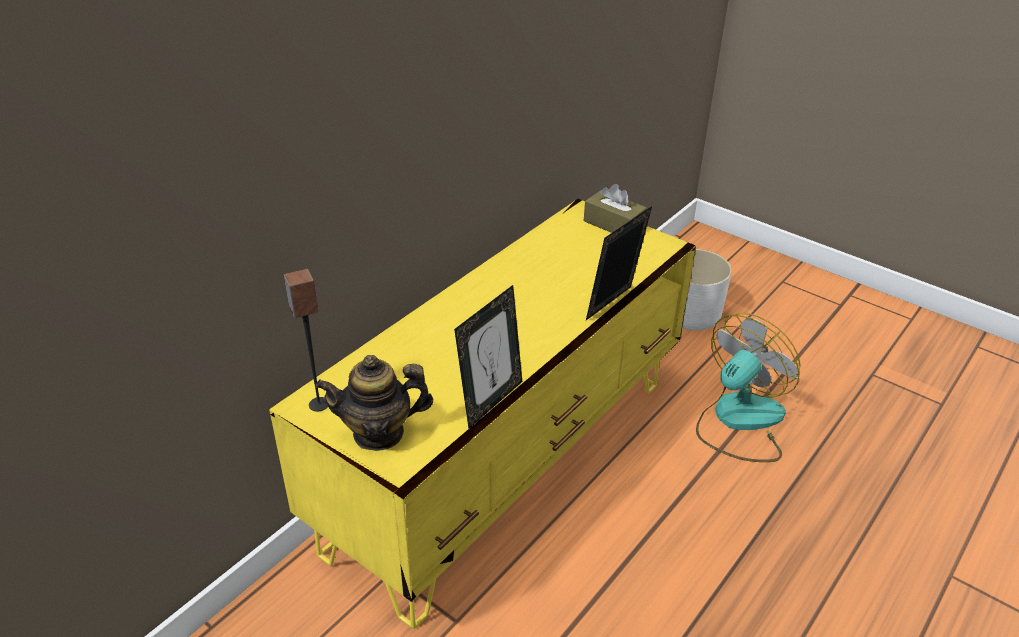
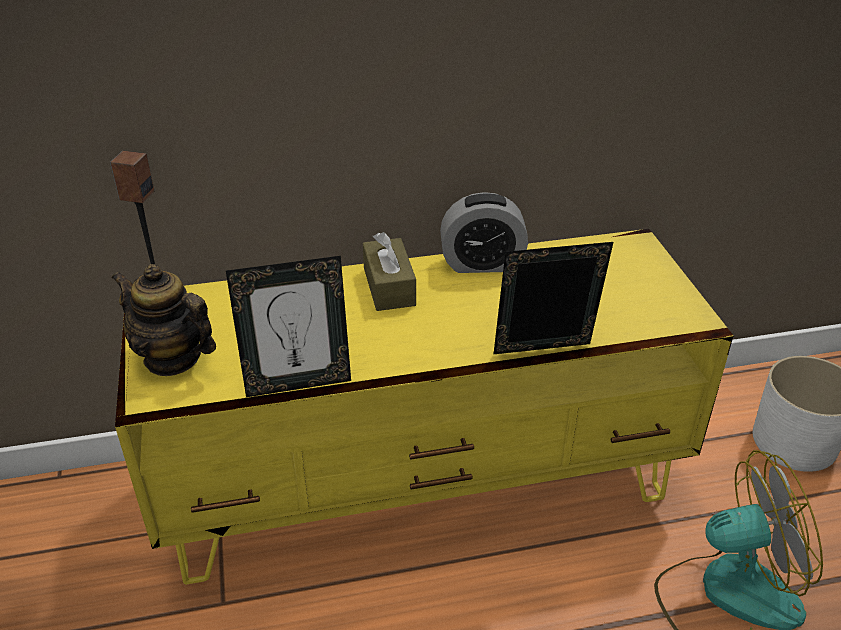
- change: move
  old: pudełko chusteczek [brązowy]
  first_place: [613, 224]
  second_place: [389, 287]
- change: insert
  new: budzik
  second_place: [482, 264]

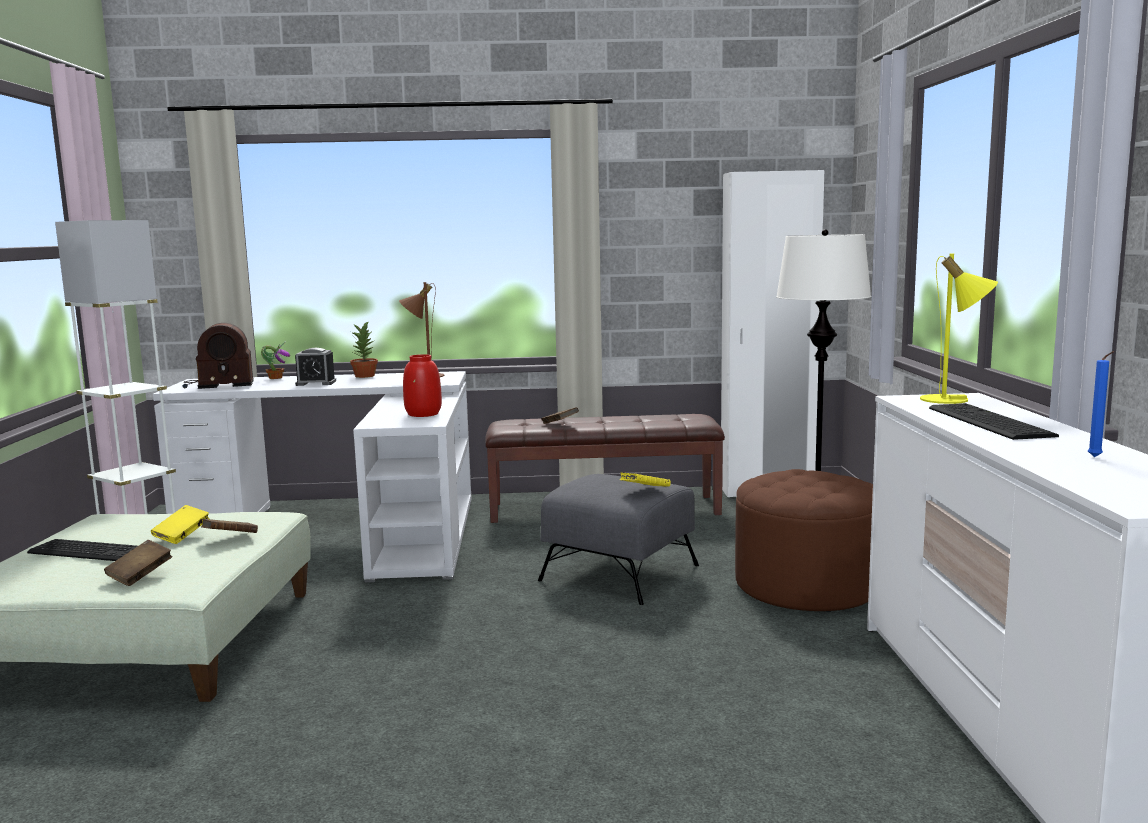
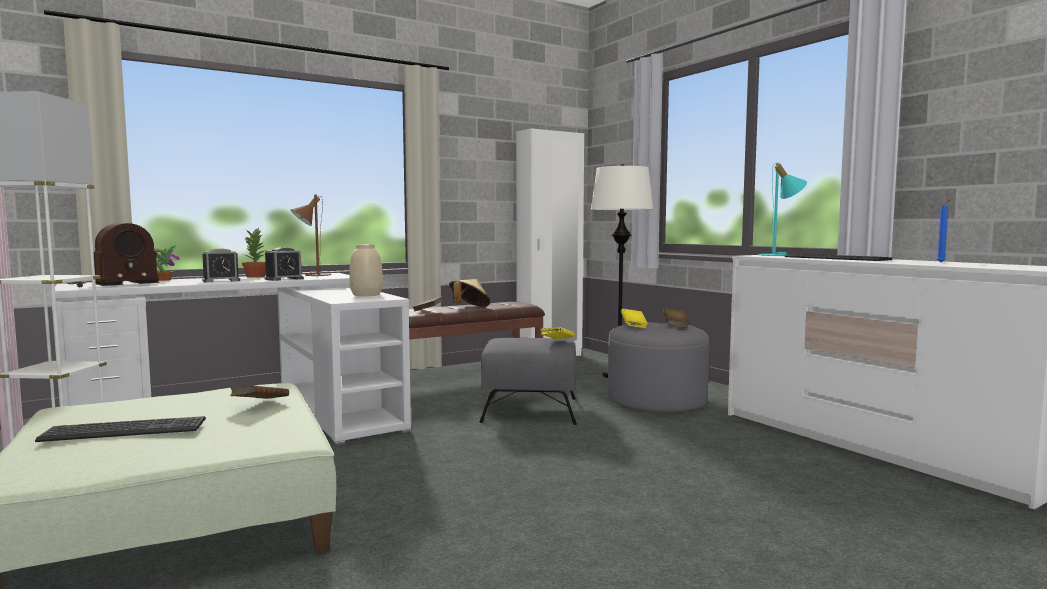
- change: move
  old: książka [brązowy]
  first_place: [140, 576]
  second_place: [675, 325]
- change: move
  old: książka [żółty]
  first_place: [182, 536]
  second_place: [633, 326]
- change: recolor
  old: wazon [czerwony]
  new: wazon [beżowy]
  first_place: [423, 414]
  second_place: [367, 295]
- change: recolor
  old: pufa [brązowy]
  new: pufa [szary]
  first_place: [806, 585]
  second_place: [656, 400]
- change: recolor
  old: lampa stołowa [żółty]
  new: lampa stołowa [turkusowy]
  first_place: [953, 400]
  second_place: [780, 255]
- change: insert
  new: budzik
  second_place: [284, 279]
- change: insert
  new: kapelusz [beżowy]
  second_place: [469, 307]

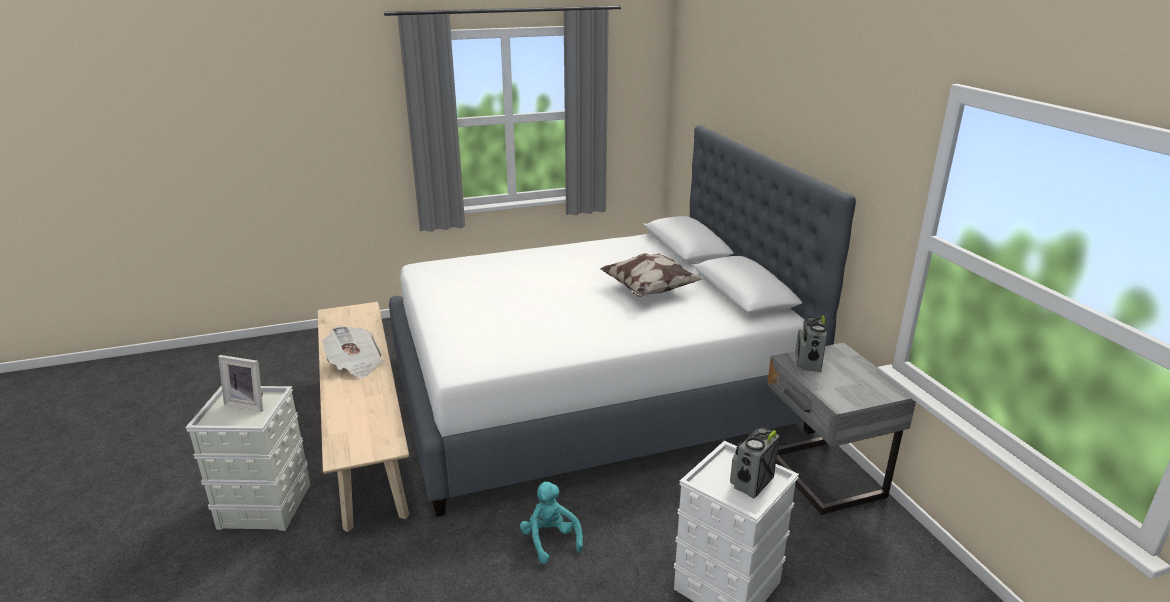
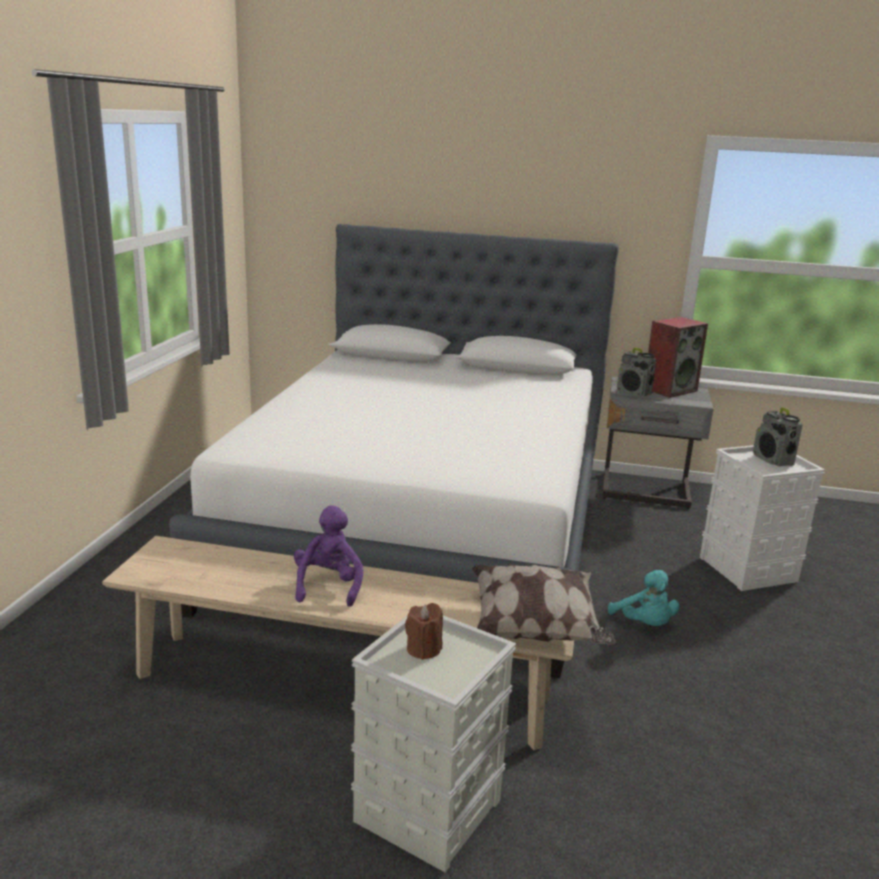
- change: replace
  old: ramka na zdjęcie
  new: świeca [brązowy]
  first_place: [249, 403]
  second_place: [423, 649]
- change: replace
  old: gazeta
  new: pluszak [fioletowy]
  first_place: [355, 365]
  second_place: [328, 586]
- change: rotate
  old: pluszak [turkusowy]
  first_place: [550, 540]
  second_place: [644, 624]
  degrees: -120
- change: move
  old: poduszka
  first_place: [649, 291]
  second_place: [535, 629]
- change: insert
  new: głośnik
  second_place: [670, 389]

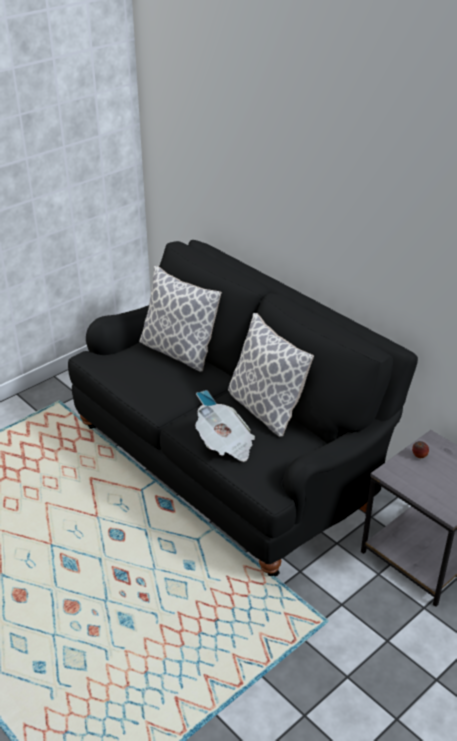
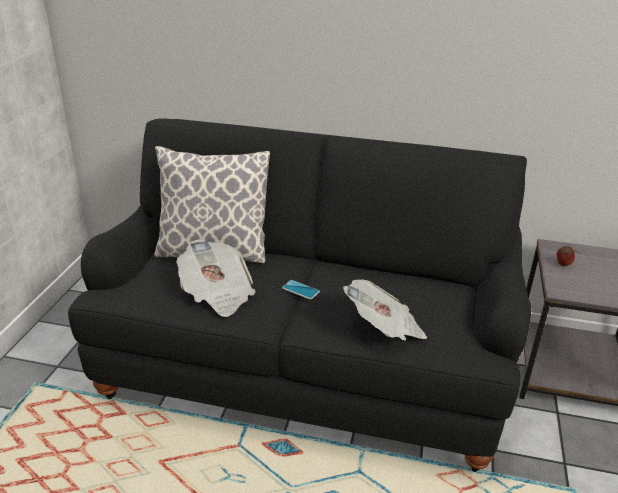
- change: delete
  old: poduszka
  first_place: [265, 408]
- change: insert
  new: gazeta
  second_place: [217, 294]

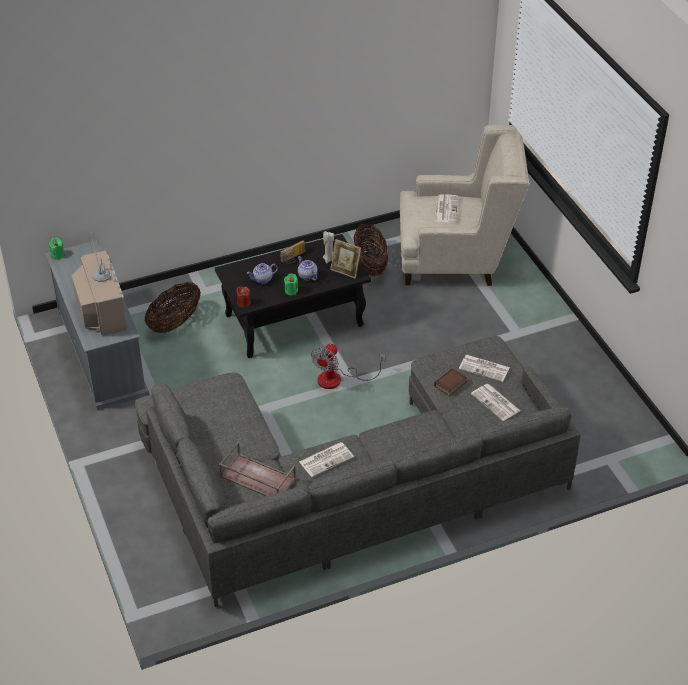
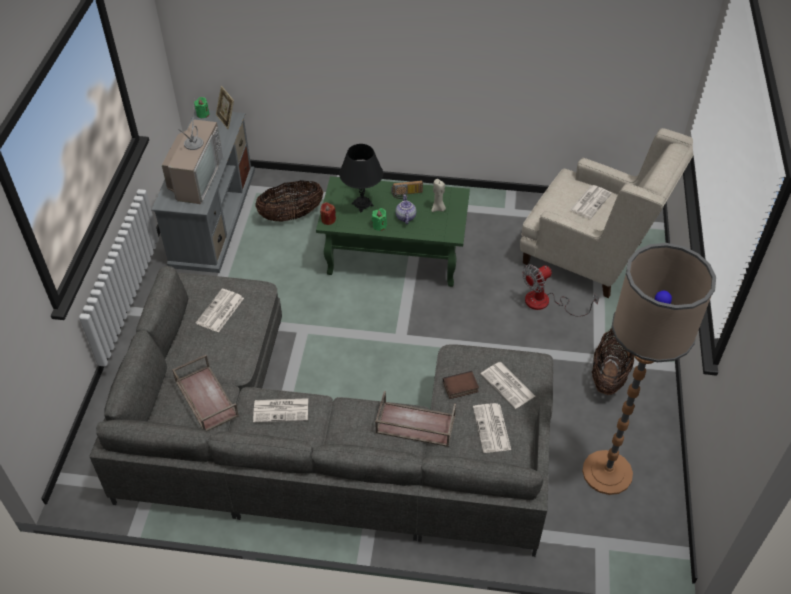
- change: recolor
  old: ława [czarny]
  new: ława [zielony]
  first_place: [293, 320]
  second_place: [393, 255]
- change: replace
  old: imbryk
  new: lampa stołowa [czarny]
  first_place: [262, 280]
  second_place: [362, 205]
- change: move
  old: wentylator
  first_place: [338, 379]
  second_place: [546, 303]
- change: move
  old: ramka na zdjęcie
  first_place: [345, 271]
  second_place: [226, 120]
- change: move
  old: koszyk
  first_place: [370, 265]
  second_place: [609, 375]
- change: insert
  new: gazeta
  second_place: [220, 311]
- change: insert
  new: taca [brązowy]
  second_place: [414, 425]
- change: insert
  new: lampa stojąca
  second_place: [607, 473]

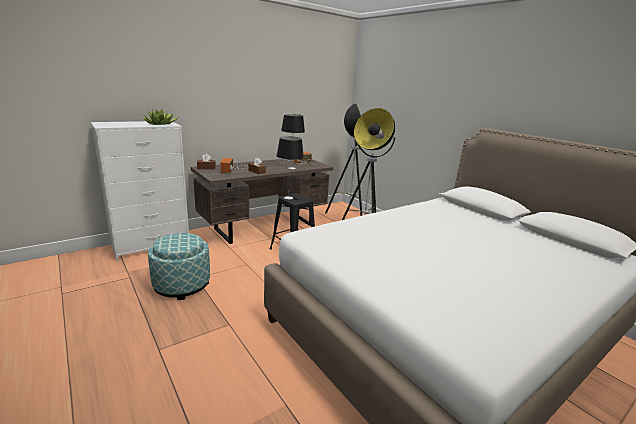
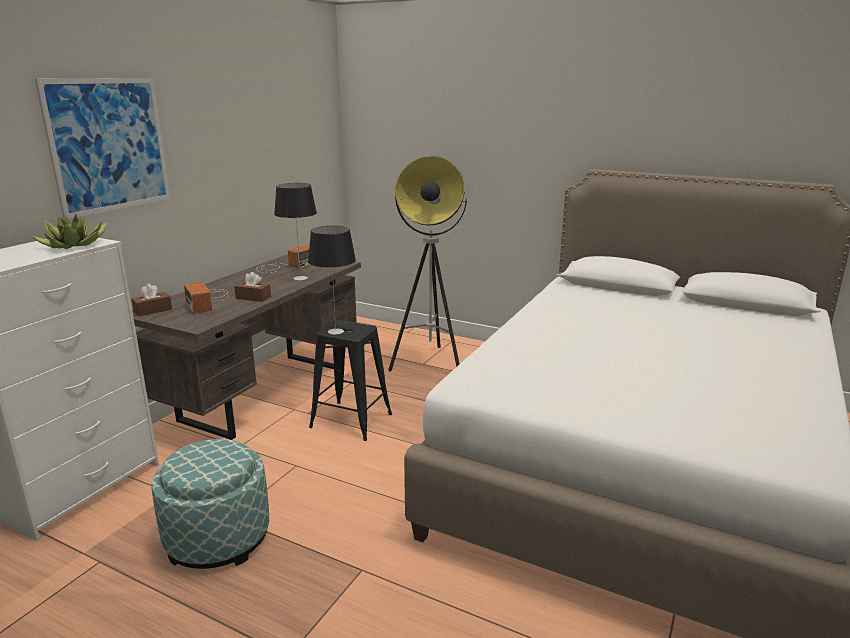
- change: delete
  old: lampa stojąca
  first_place: [348, 215]
- change: insert
  new: obraz
  second_place: [109, 145]

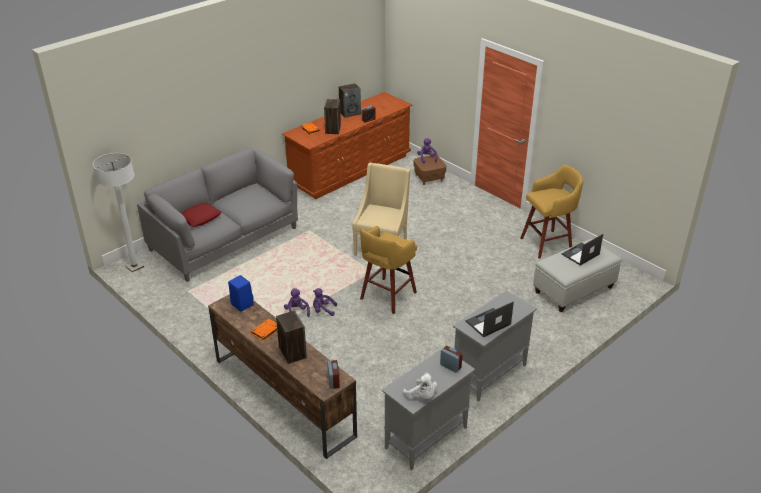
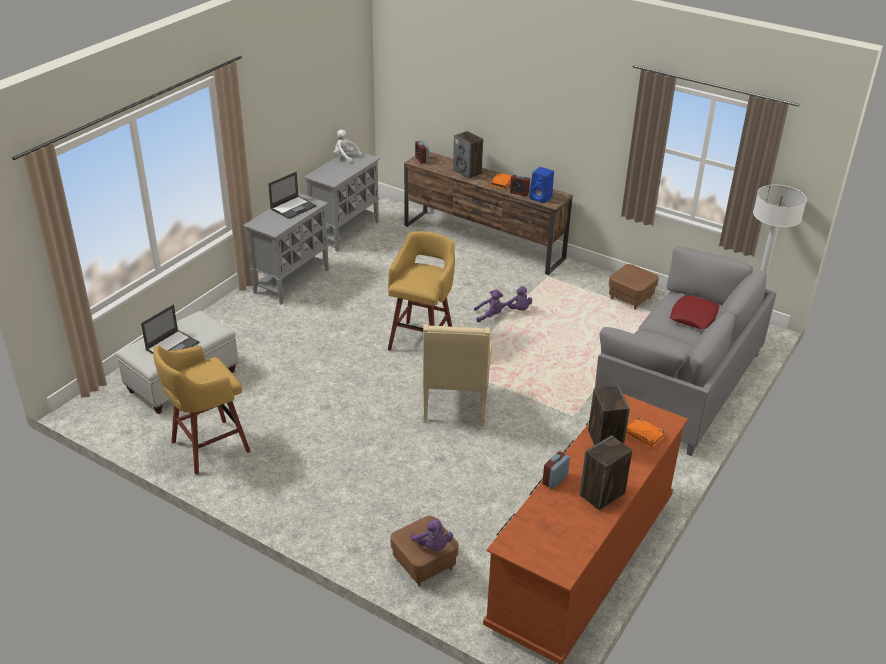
- change: move
  old: budzik
  first_place: [450, 366]
  second_place: [519, 193]
- change: insert
  new: pufa [brązowy]
  second_place: [630, 298]

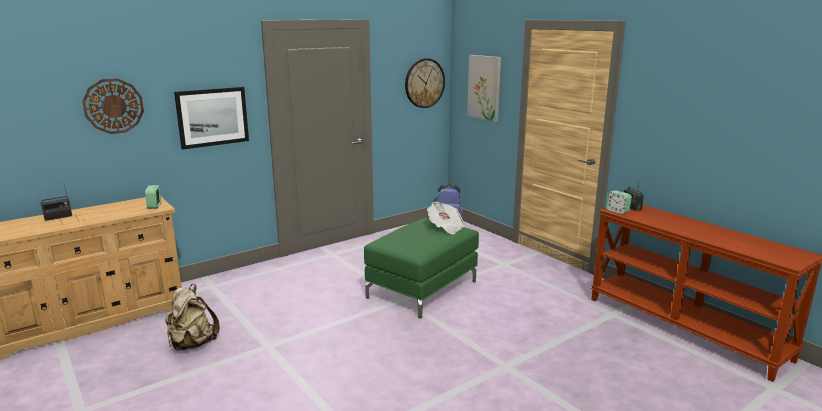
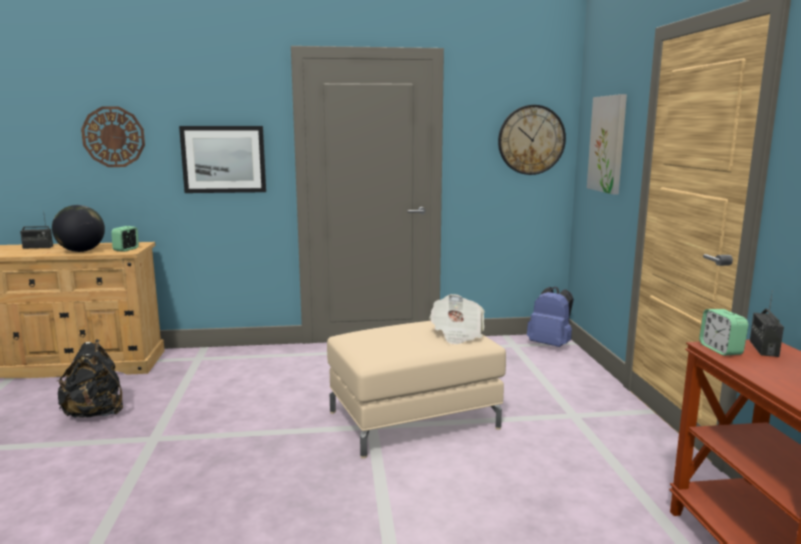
- change: recolor
  old: plecak [beżowy]
  new: plecak [czarny]
  first_place: [192, 344]
  second_place: [95, 413]
- change: recolor
  old: pufa [zielony]
  new: pufa [beżowy]
  first_place: [422, 289]
  second_place: [413, 419]
- change: insert
  new: globus
  second_place: [81, 251]

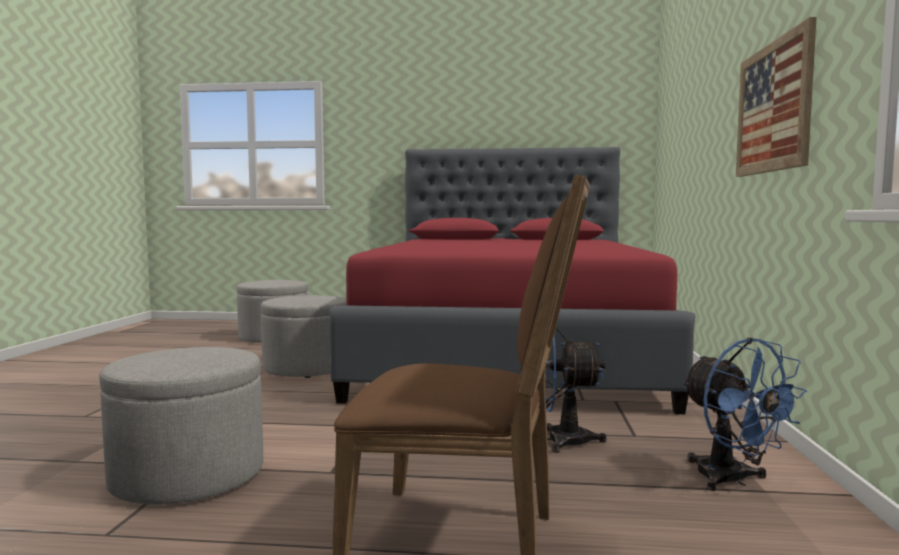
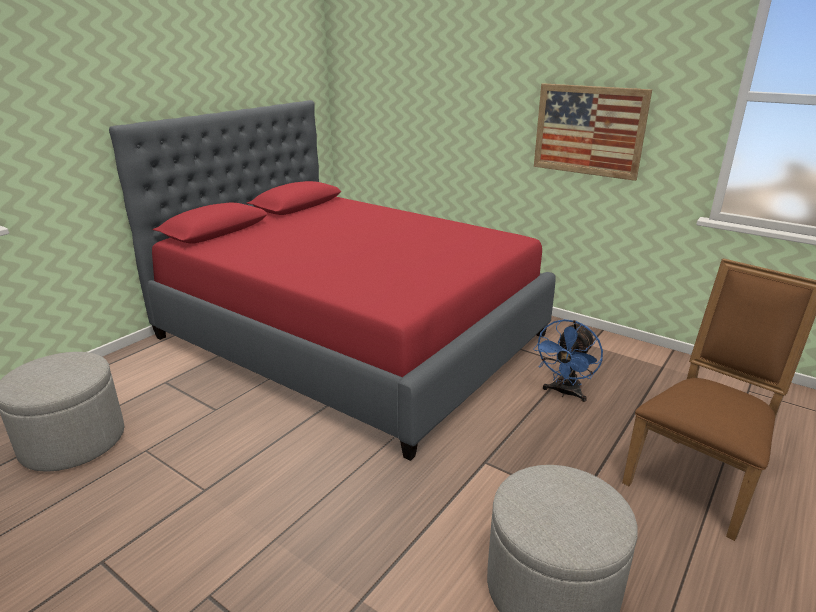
- change: delete
  old: pufa [szary]
  first_place: [306, 368]
- change: delete
  old: wentylator [niebieski]
  first_place: [732, 480]

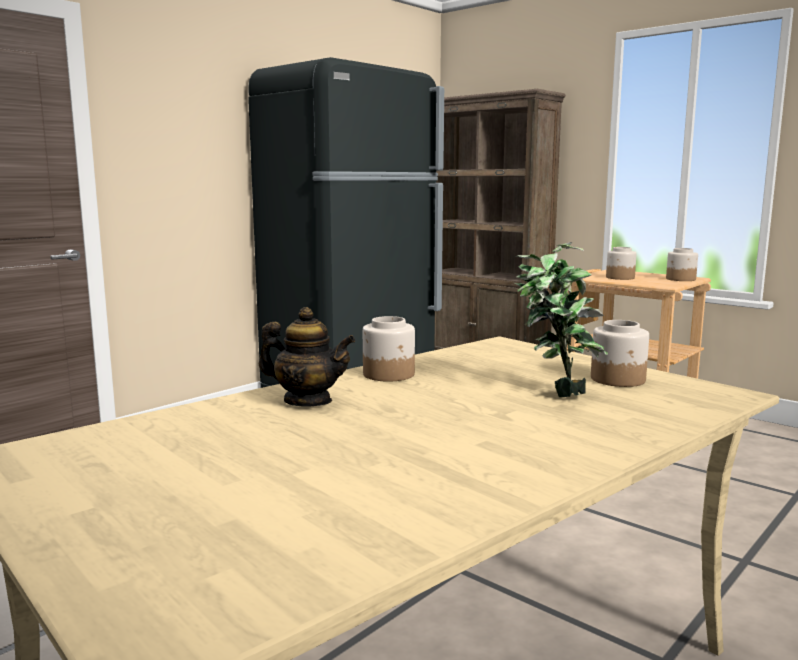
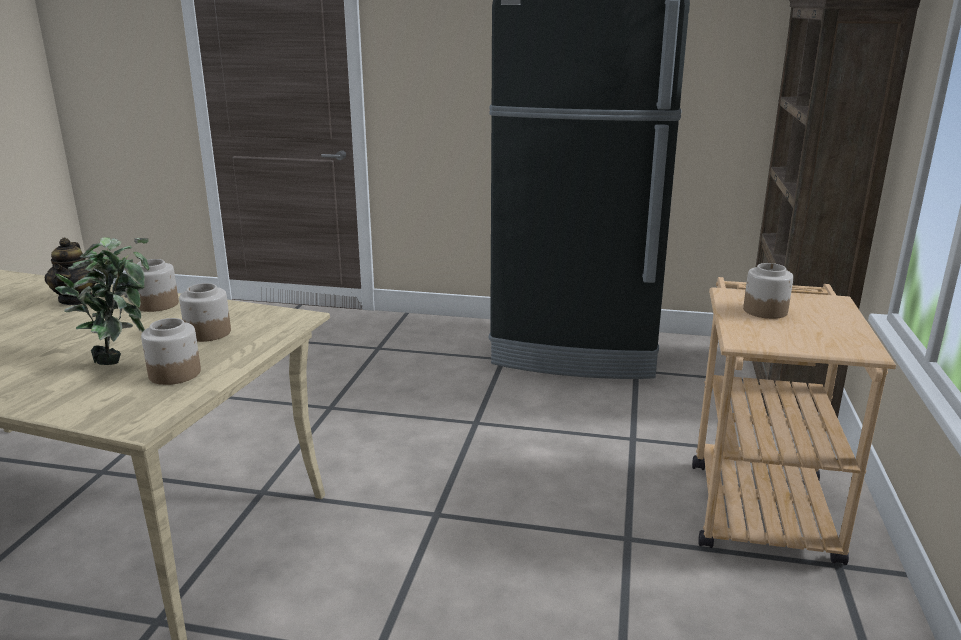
- change: move
  old: słoik
  first_place: [680, 279]
  second_place: [207, 333]

